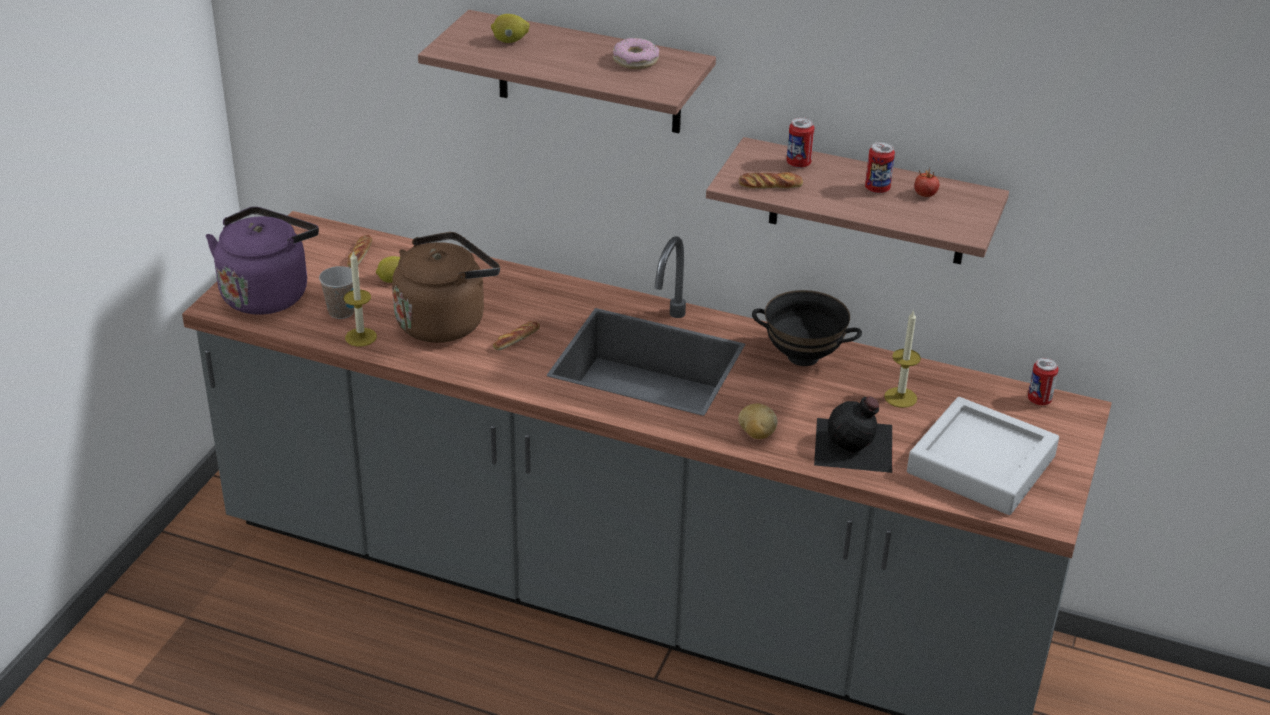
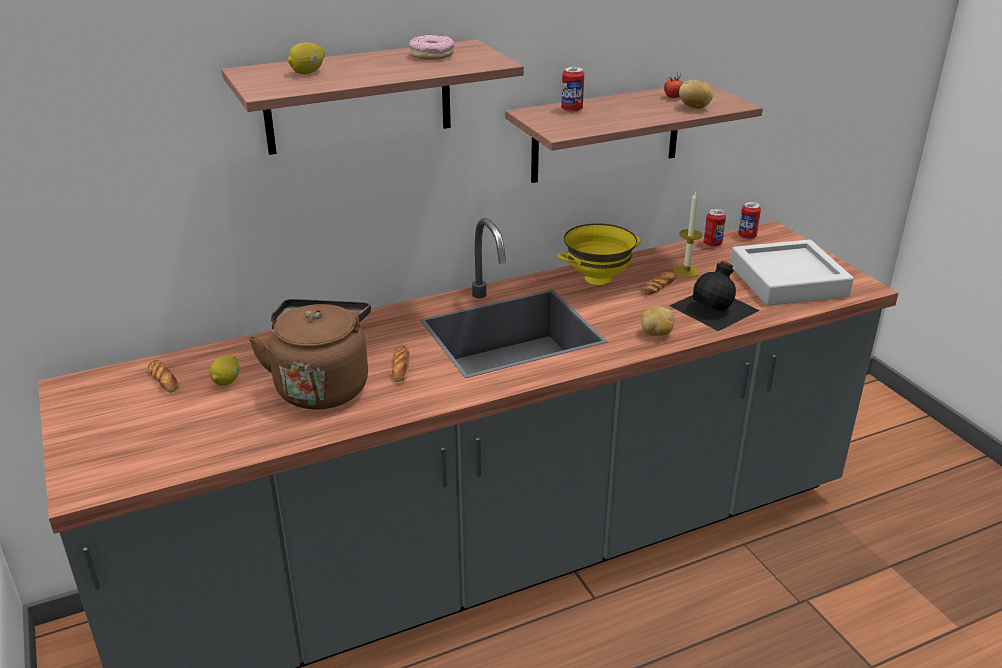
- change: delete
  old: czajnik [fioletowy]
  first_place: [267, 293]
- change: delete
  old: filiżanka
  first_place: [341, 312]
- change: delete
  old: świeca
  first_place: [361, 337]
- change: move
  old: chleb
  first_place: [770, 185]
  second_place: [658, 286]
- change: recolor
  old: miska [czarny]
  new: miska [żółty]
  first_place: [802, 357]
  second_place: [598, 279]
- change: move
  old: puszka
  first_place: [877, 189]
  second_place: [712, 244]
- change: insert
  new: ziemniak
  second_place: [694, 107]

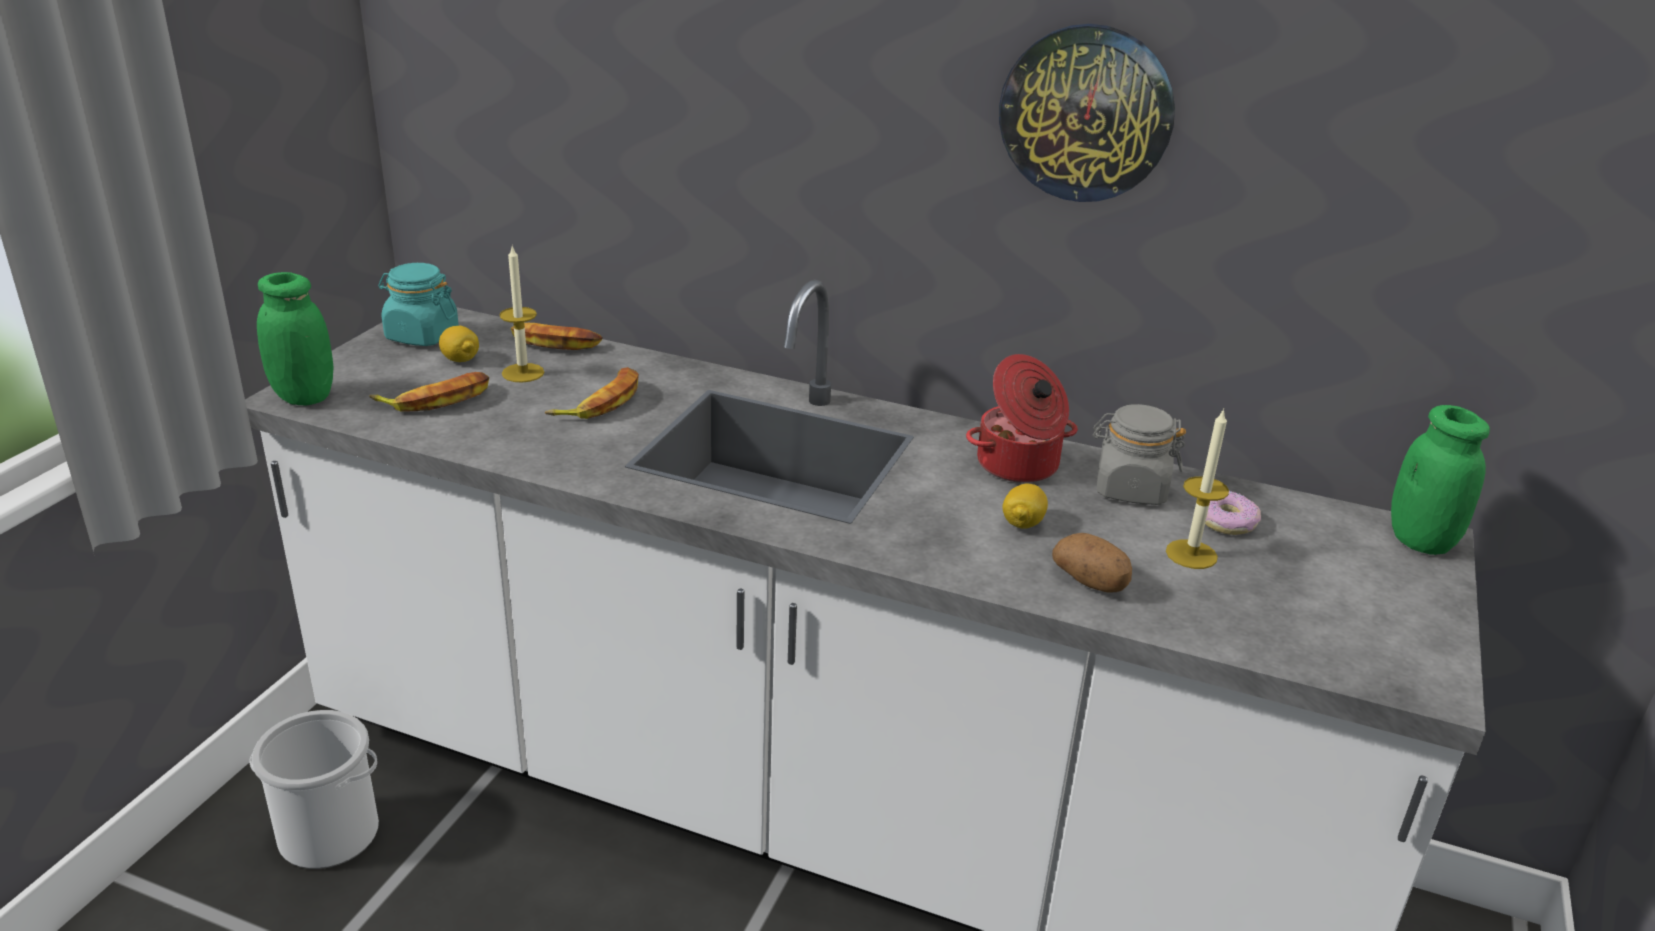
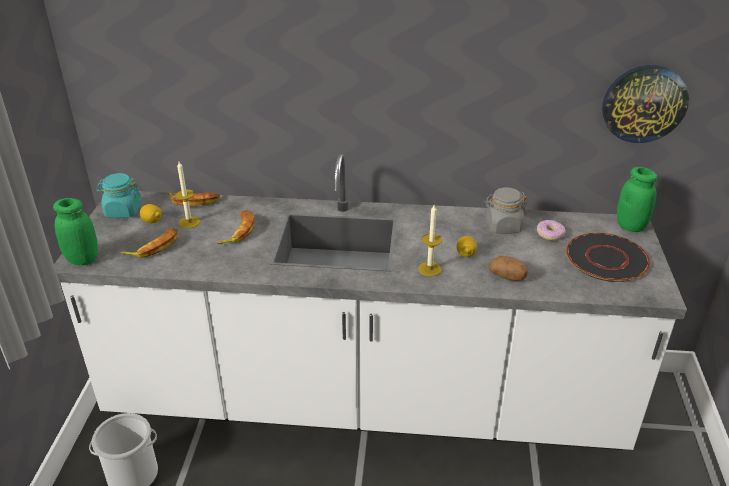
- change: delete
  old: garnek
  first_place: [1018, 466]
- change: move
  old: zegar ścienny
  first_place: [1086, 113]
  second_place: [644, 103]
- change: move
  old: świeca
  first_place: [1191, 554]
  second_place: [429, 269]
- change: insert
  new: talerz [czarny]
  second_place: [606, 258]

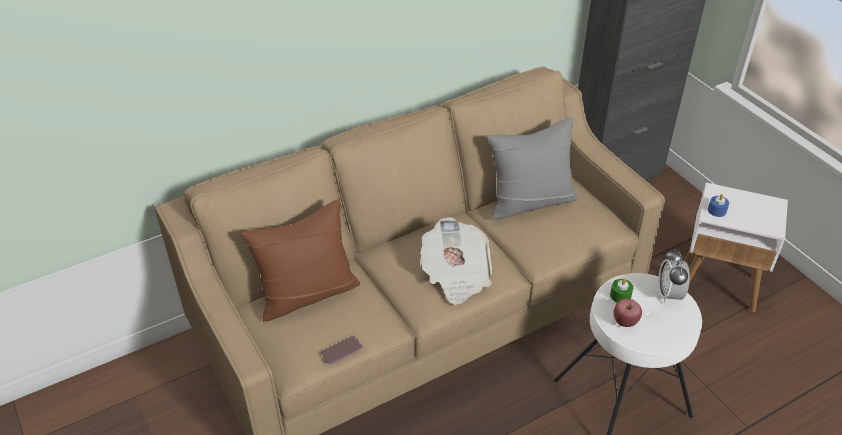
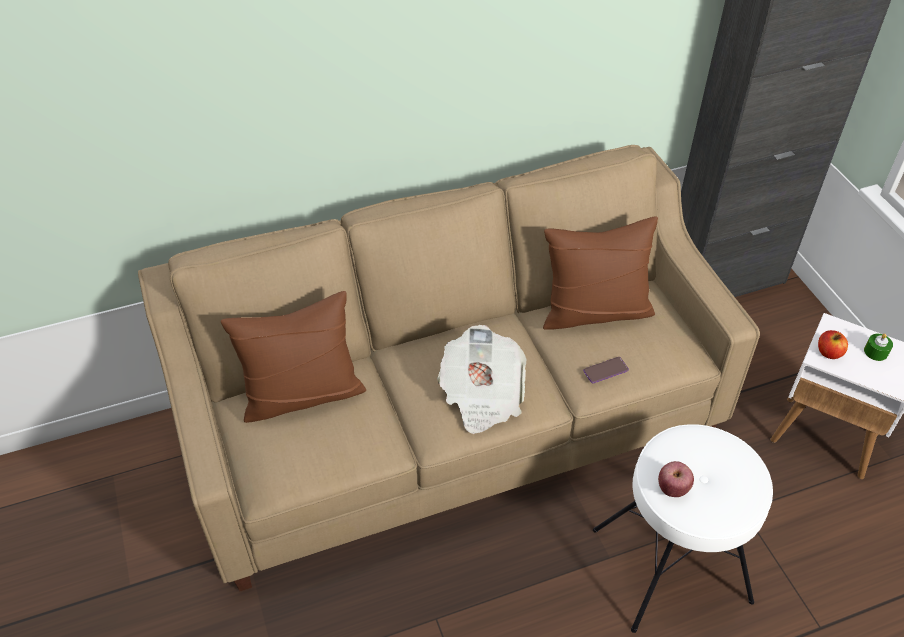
- change: move
  old: telefon
  first_place: [341, 350]
  second_place: [605, 370]
- change: recolor
  old: poduszka [szary]
  new: poduszka [brązowy]
  first_place: [530, 202]
  second_place: [595, 312]
- change: move
  old: świeca [zielony]
  first_place: [620, 295]
  second_place: [875, 352]
- change: delete
  old: budzik
  first_place: [669, 294]
- change: replace
  old: świeca [niebieski]
  new: jabłko
  first_place: [717, 210]
  second_place: [829, 352]

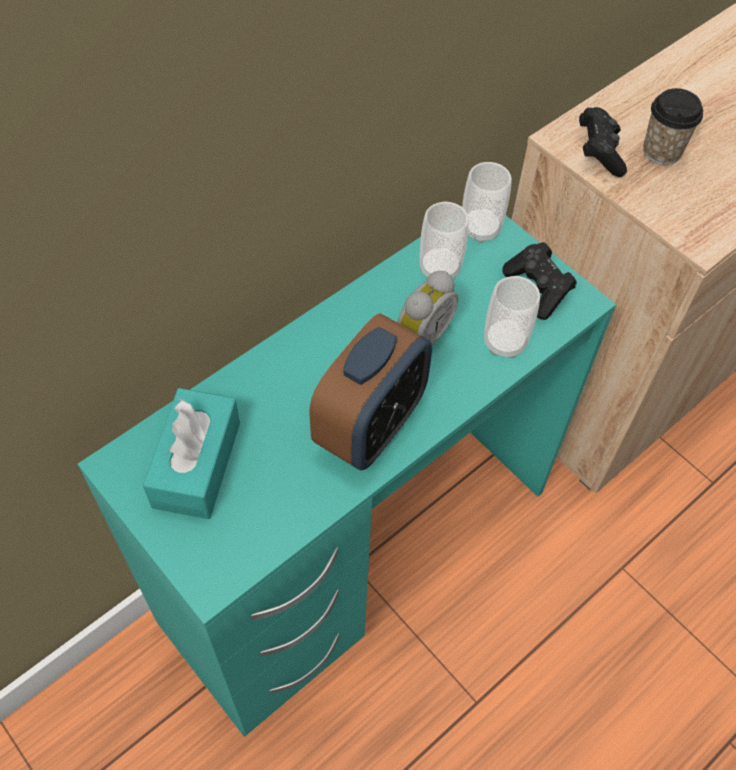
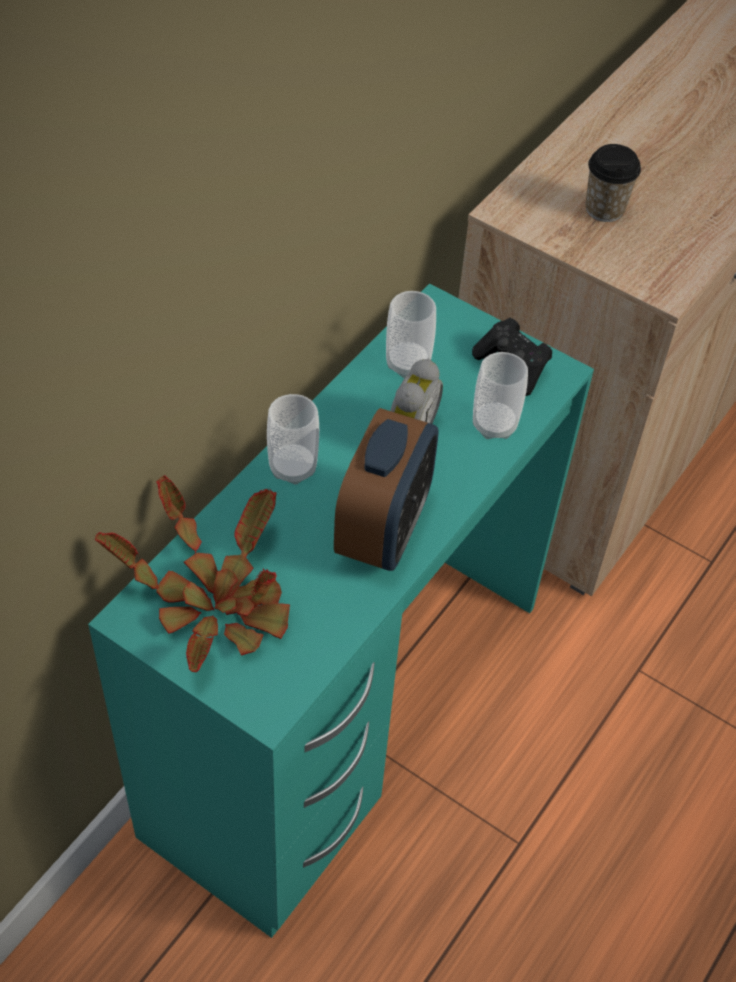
- change: replace
  old: pudełko chusteczek [turkusowy]
  new: roślina doniczkowa
  first_place: [197, 464]
  second_place: [215, 600]
- change: move
  old: filiżanka
  first_place: [480, 229]
  second_place: [293, 467]
- change: delete
  old: pad do gier [czarny]
  first_place: [599, 152]

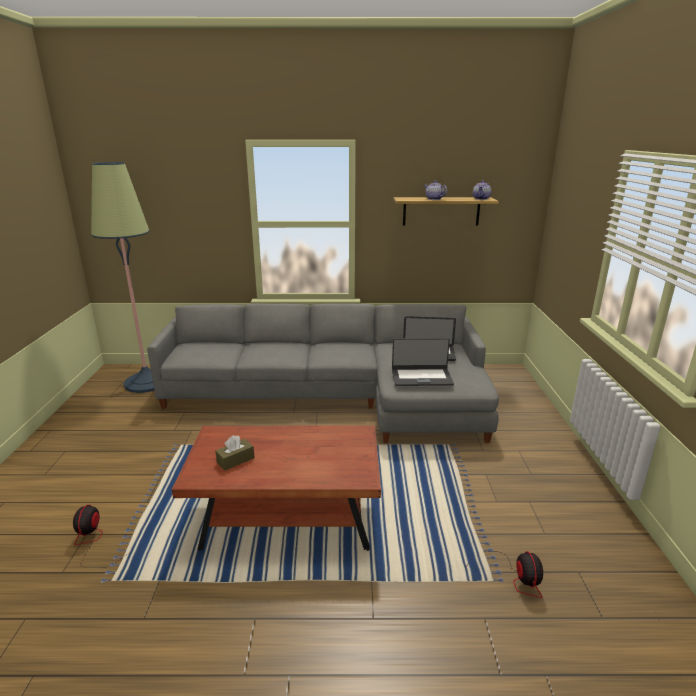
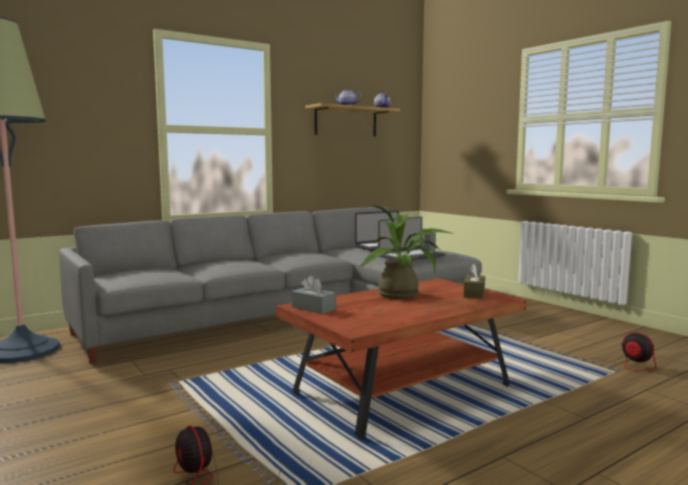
- change: move
  old: pudełko chusteczek [brązowy]
  first_place: [235, 460]
  second_place: [474, 294]
- change: insert
  new: pudełko chusteczek [szary]
  second_place: [313, 308]
- change: insert
  new: roślina doniczkowa
  second_place: [404, 295]

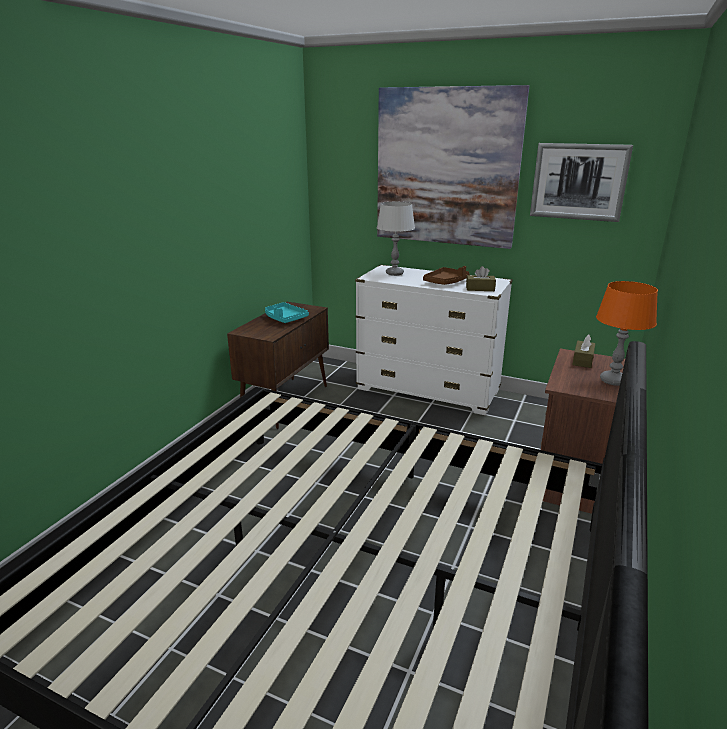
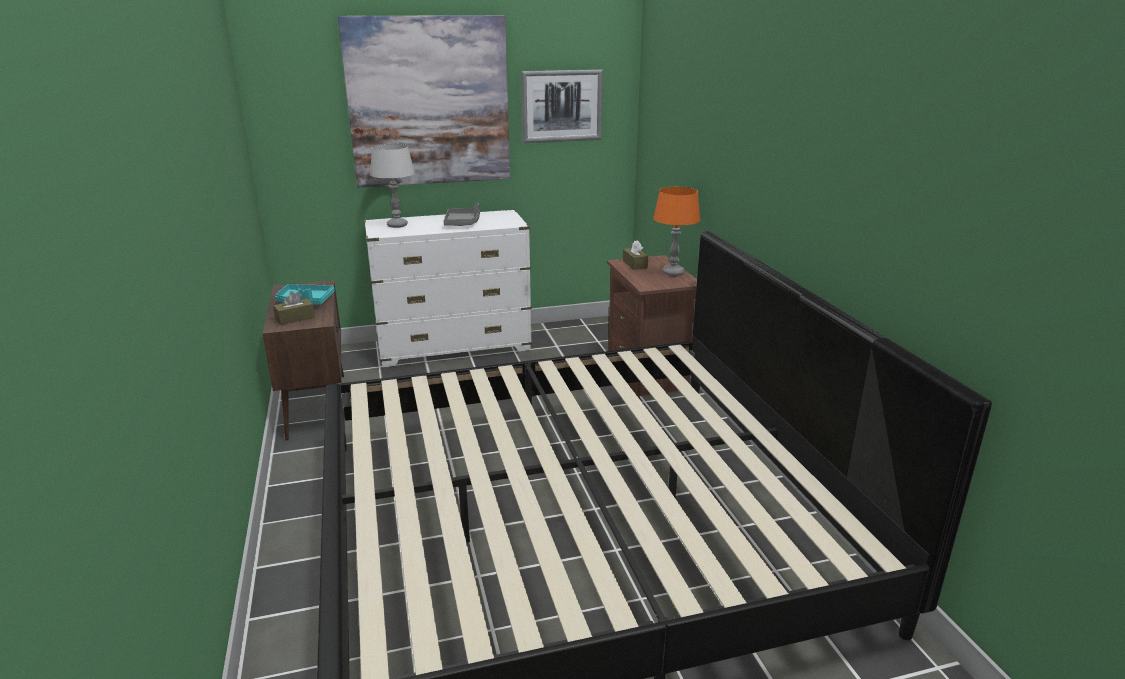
- change: recolor
  old: taca [brązowy]
  new: taca [szary]
  first_place: [446, 282]
  second_place: [462, 223]
- change: move
  old: pudełko chusteczek [brązowy]
  first_place: [480, 289]
  second_place: [295, 318]

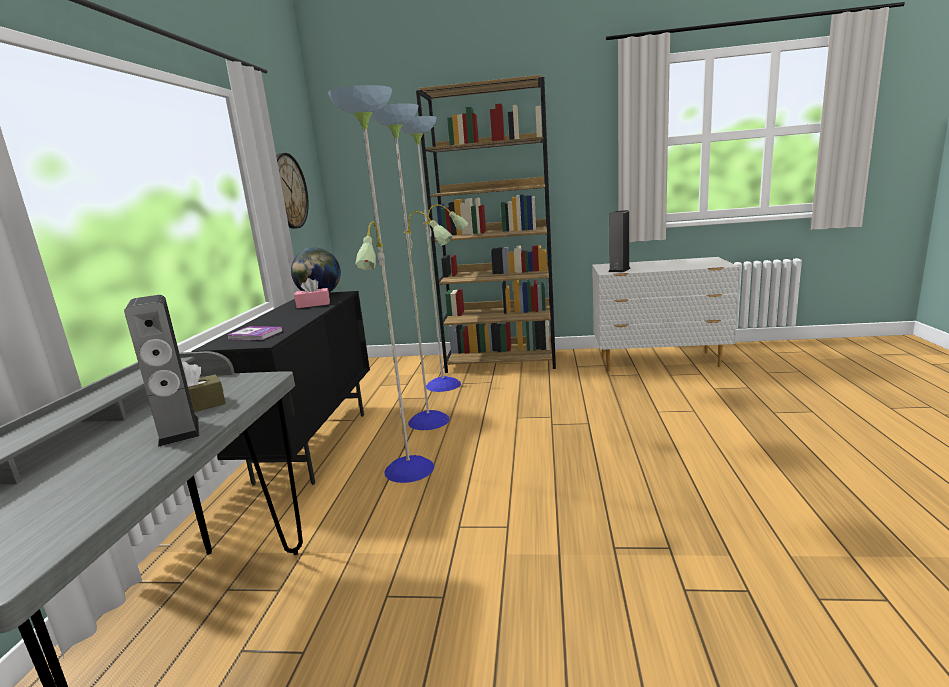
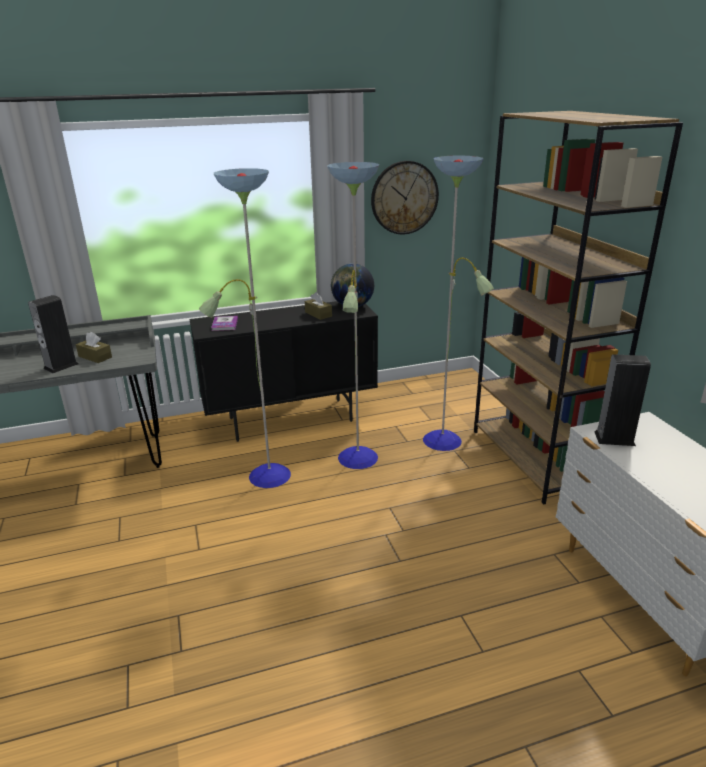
- change: recolor
  old: pudełko chusteczek [różowy]
  new: pudełko chusteczek [brązowy]
  first_place: [313, 304]
  second_place: [318, 314]

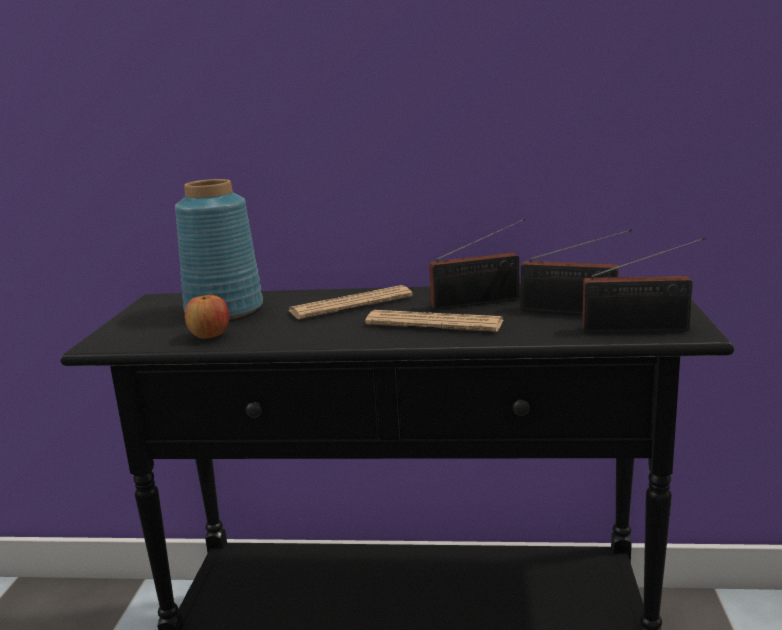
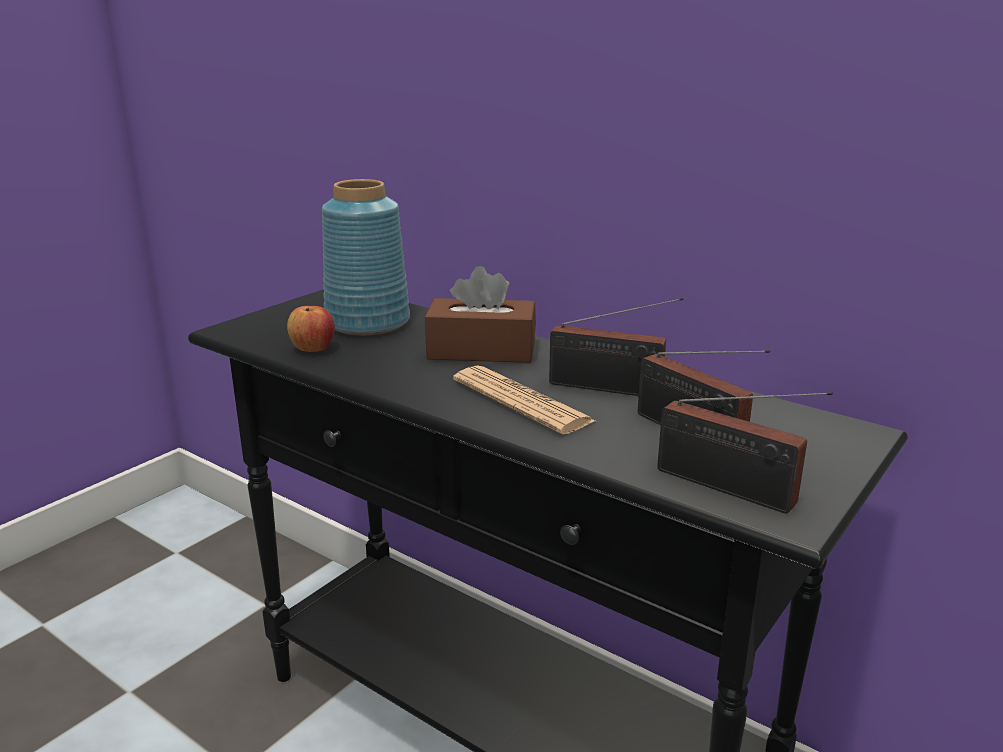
- change: replace
  old: gazeta
  new: pudełko chusteczek [brązowy]
  first_place: [351, 304]
  second_place: [481, 351]

